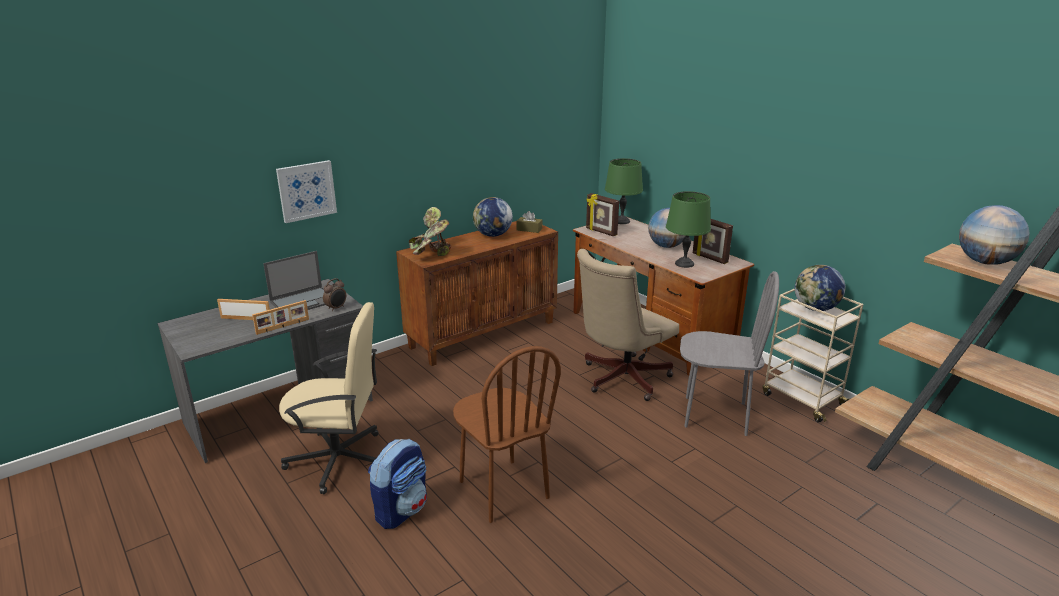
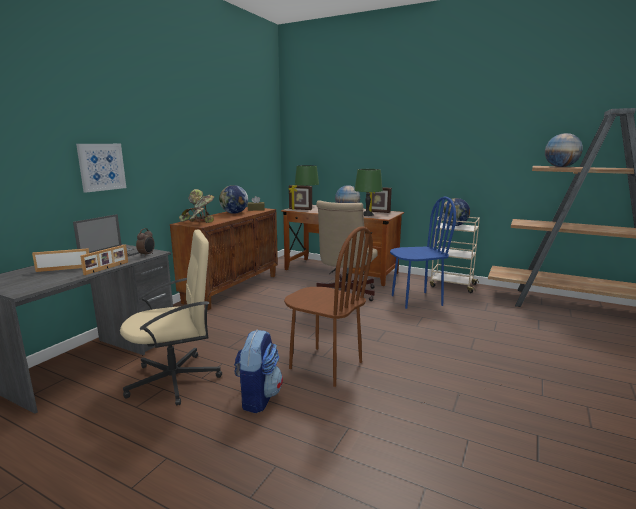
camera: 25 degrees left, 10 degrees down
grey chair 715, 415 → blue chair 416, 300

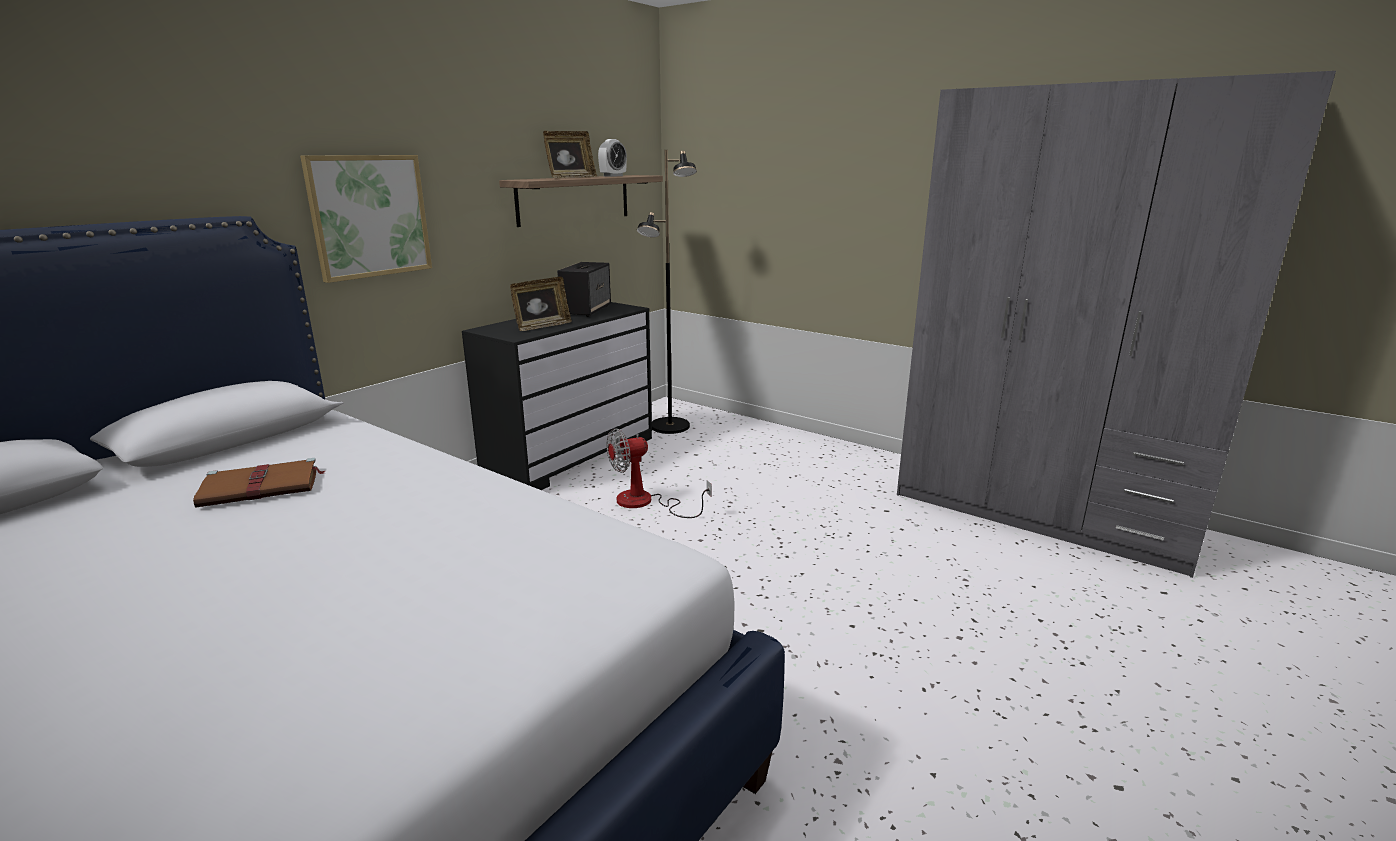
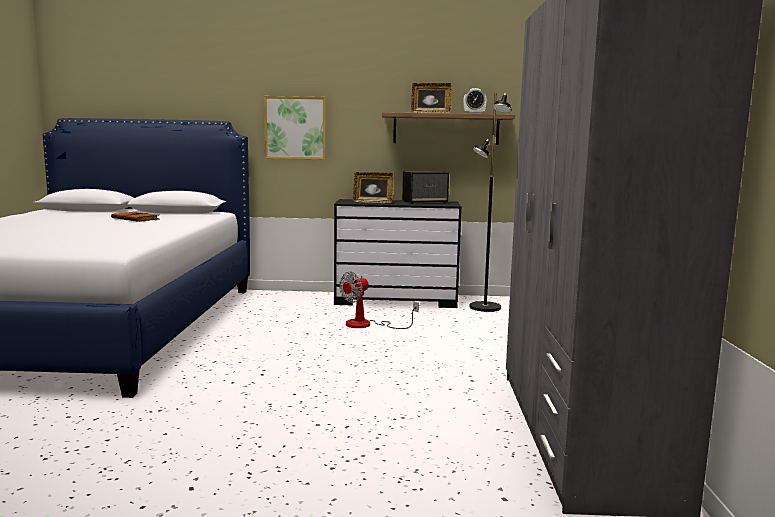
camera: 55 degrees right, 10 degrees down
fan 646, 503 → fan 367, 325, 75 degrees counterclockwise

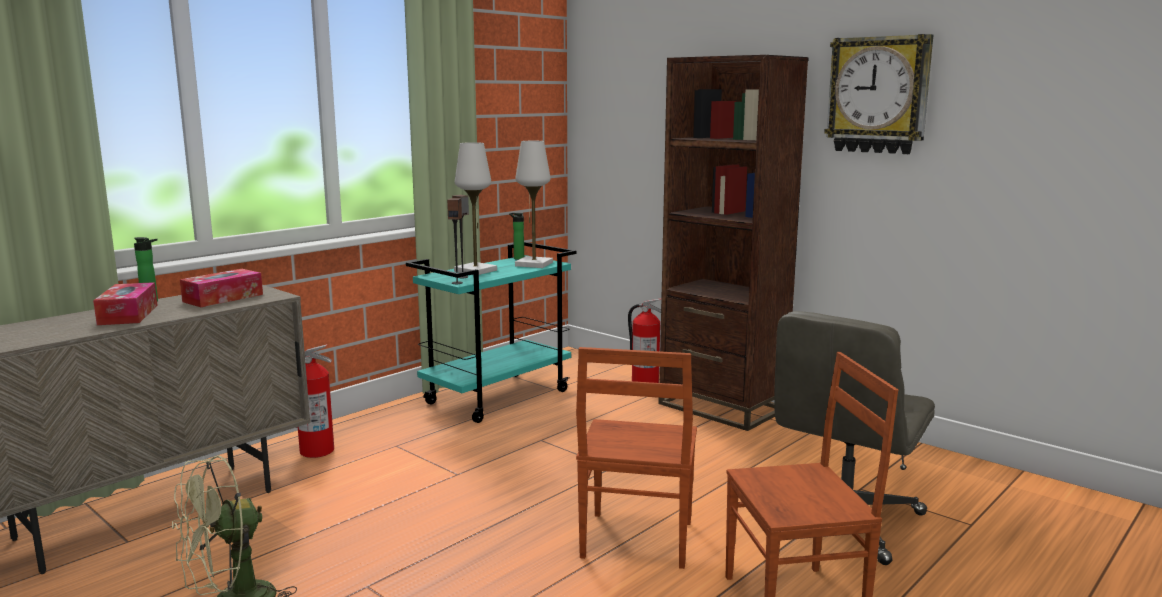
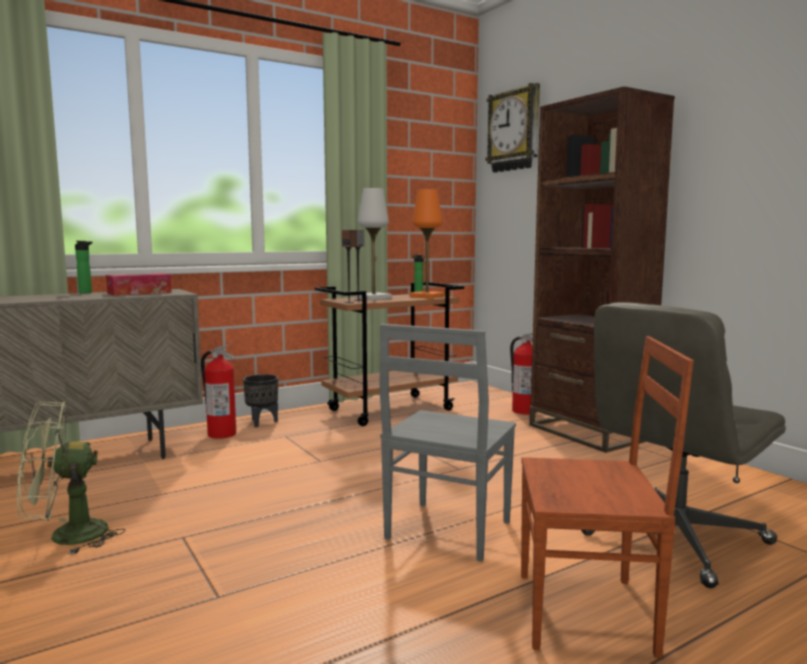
camera: 15 degrees right, 5 degrees down
tissue box 128, 314 → -
turquoise cart 498, 397 → brown cart 391, 410
white table lamp 533, 264 → orange table lamp 426, 296
brown chair 635, 541 → grey chair 446, 531
wall clock 878, 95 → wall clock 514, 130, relocated
- → black planter 262, 422

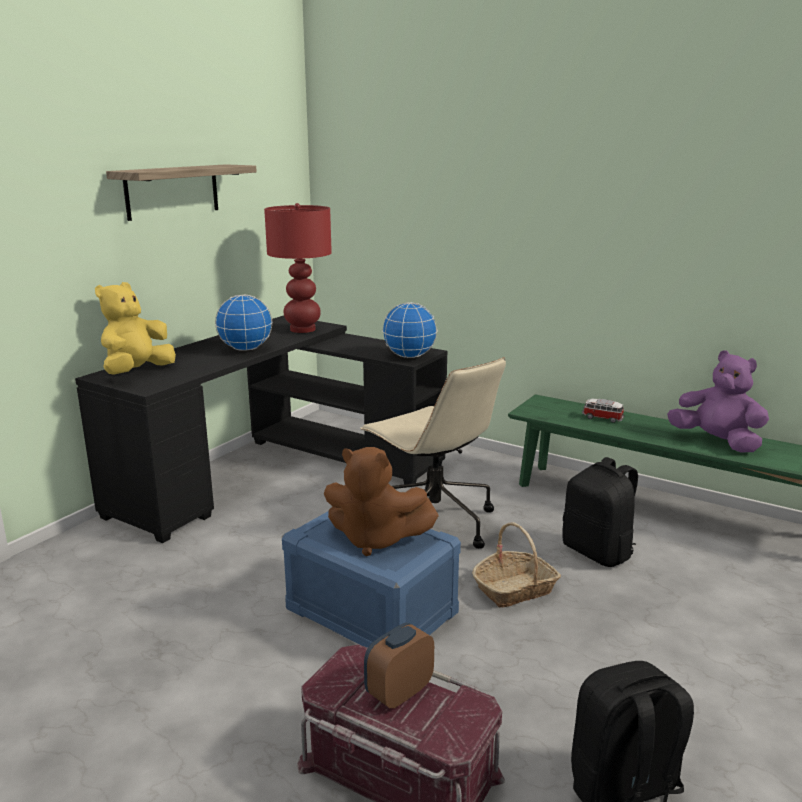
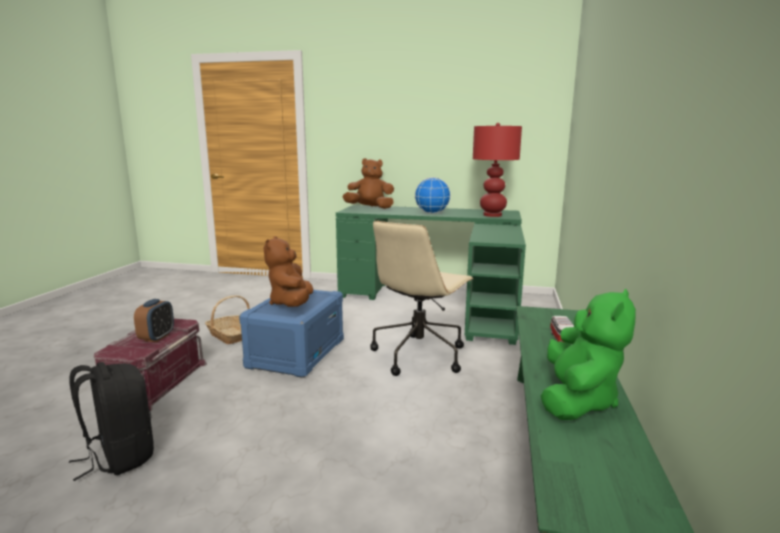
camera: 70 degrees right, 5 degrees down
black desk 276, 471 → green desk 442, 302
yellow plush toy 137, 372 → brown plush toy 370, 208
shelf 172, 191 → -
alarm clock 399, 692 → alarm clock 157, 337, 75 degrees clockwise
globe 409, 356 → -
basket 515, 589 → basket 231, 335, relocated
black backpack 598, 552 → -
purple plush toy 717, 442 → green plush toy 577, 400

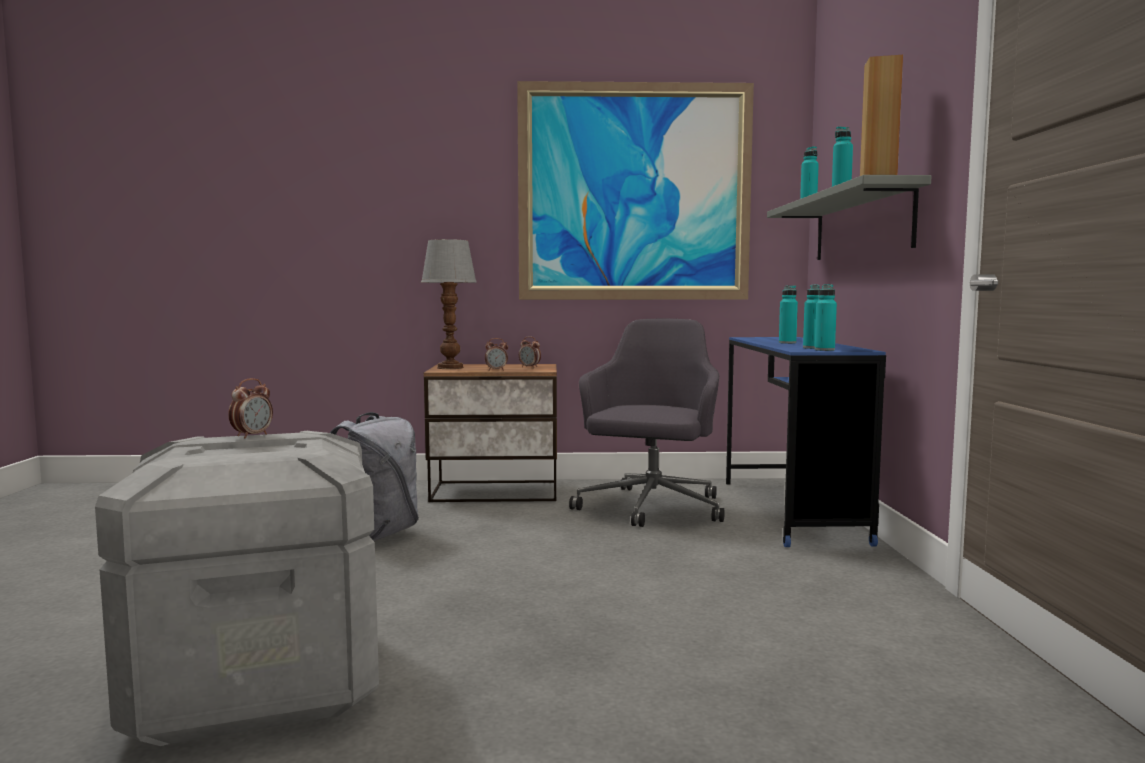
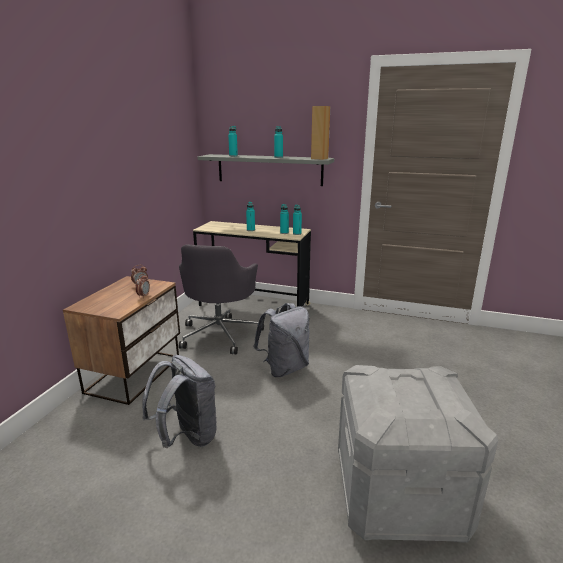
camera: 70 degrees left, 15 degrees up
alarm clock 252, 436 → -
table lamp 450, 367 → -
picture 634, 192 → -
grey office chair 651, 508 → grey office chair 220, 334, 120 degrees counterclockwise
blue desk 791, 510 → beige desk 254, 305
- → grey backpack 284, 368

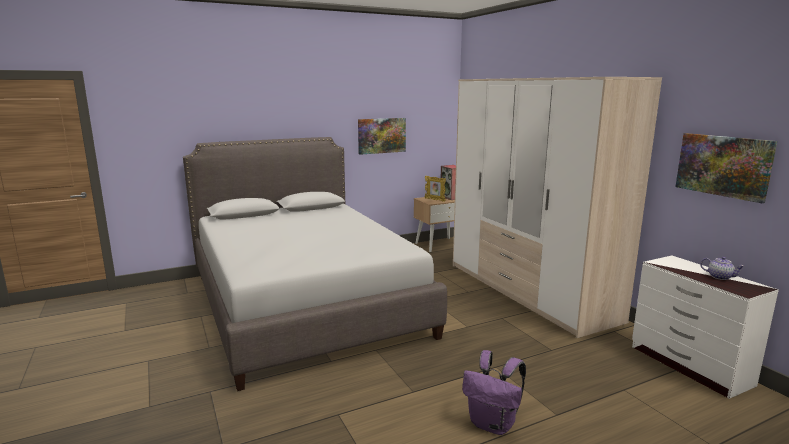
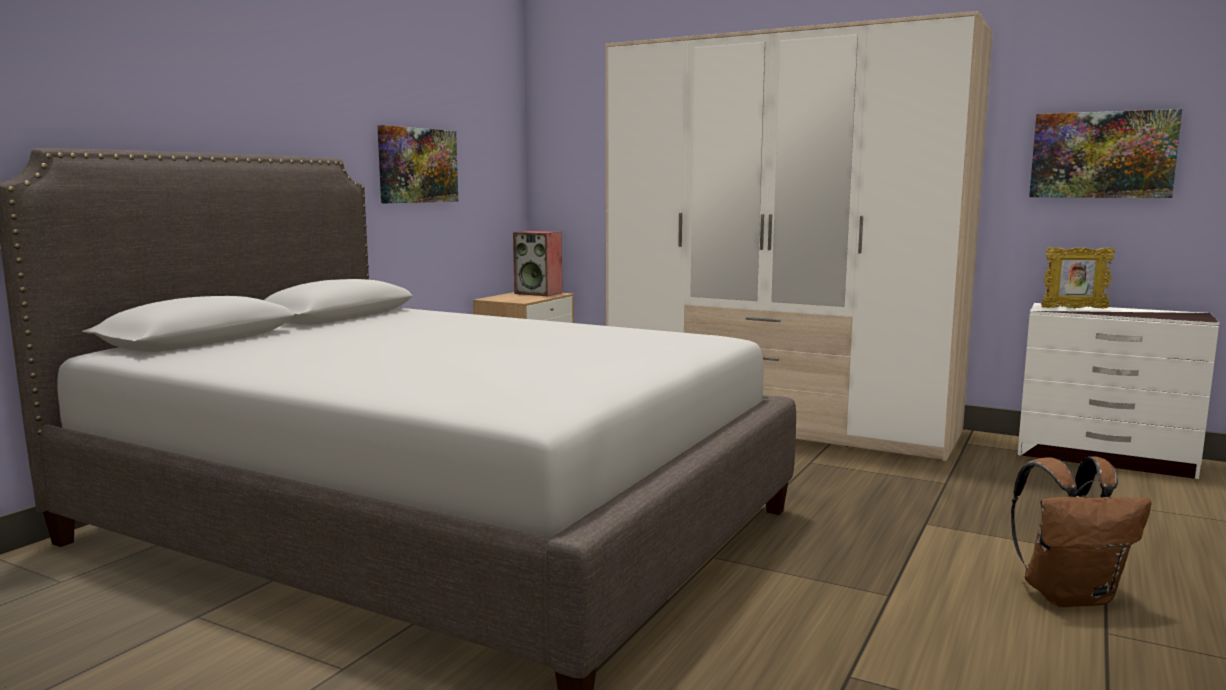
camera: 35 degrees left, 5 degrees down
picture frame 435, 200 → picture frame 1074, 308, relocated
purple backpack 493, 424 → brown backpack 1069, 595
teapot 720, 277 → -

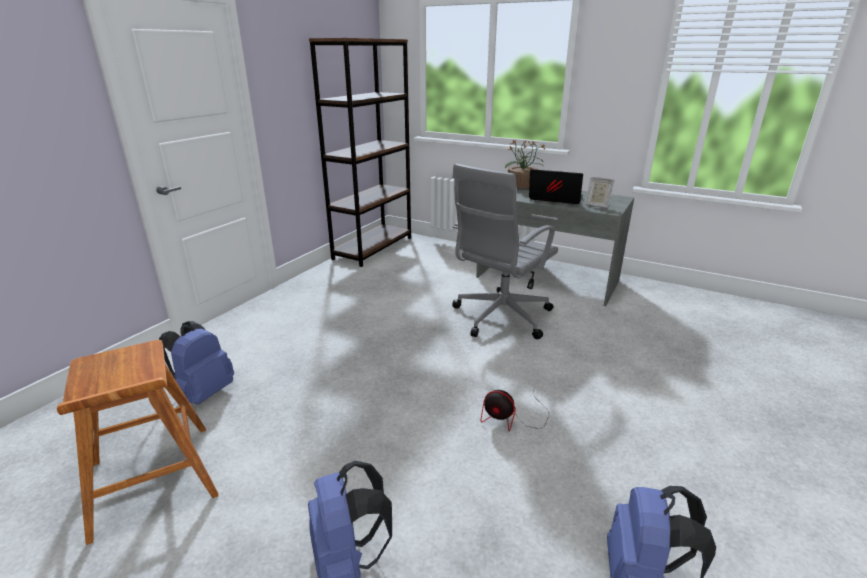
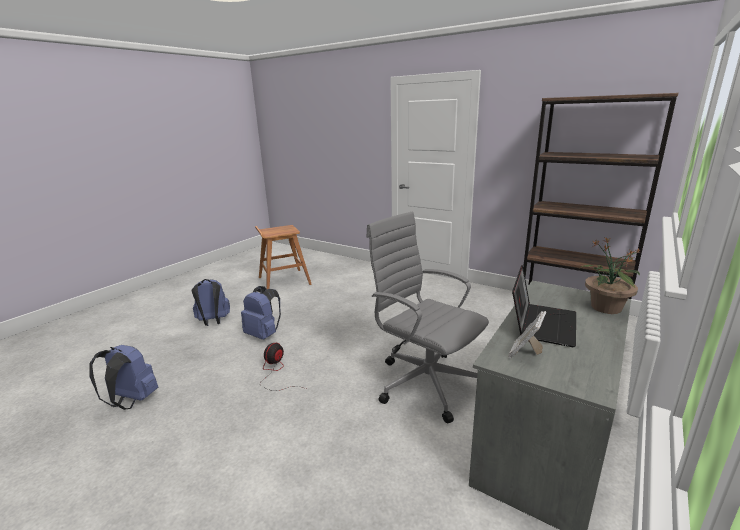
camera: 95 degrees right, 5 degrees down
blue backpack 204, 393 → blue backpack 264, 335, relocated

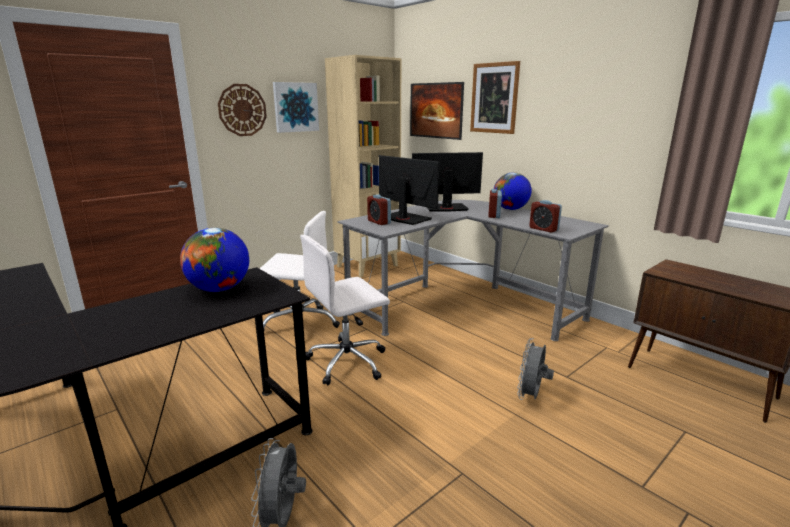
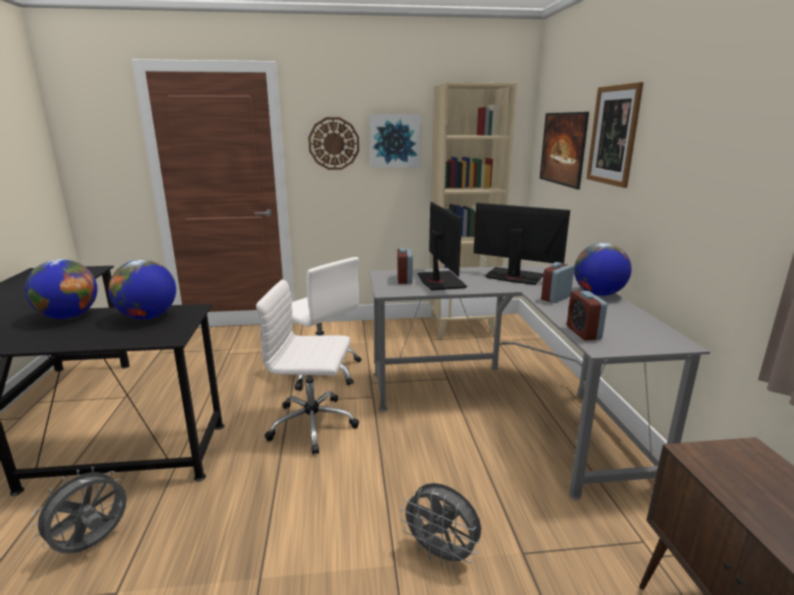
camera: 35 degrees right, 0 degrees up
grey fan 531, 396 → grey fan 441, 554, 120 degrees counterclockwise
- → globe 69, 316

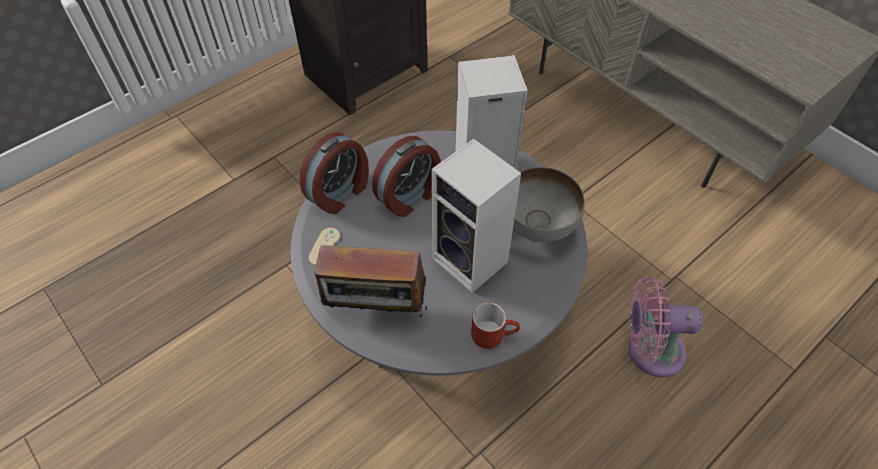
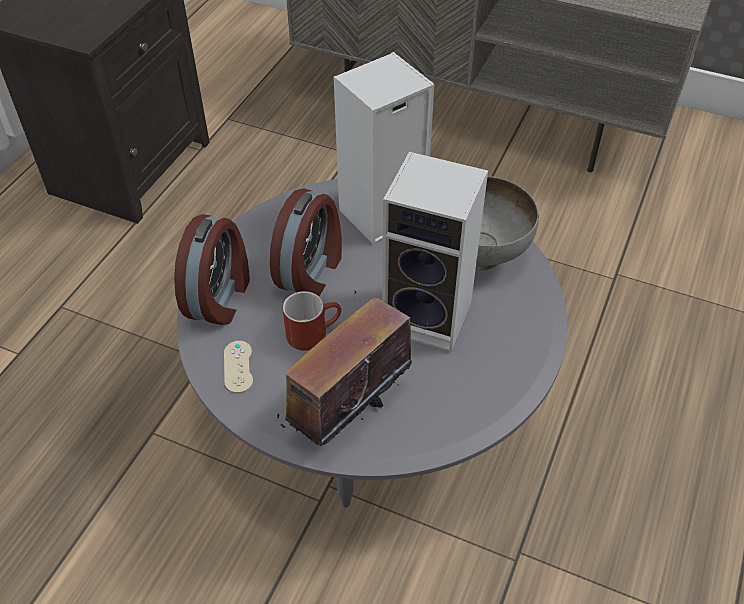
camera: 25 degrees left, 5 degrees down
radio 376, 308 → radio 348, 413, 150 degrees clockwise
red mug 494, 334 → red mug 313, 332, relocated
pink fan 649, 350 → -

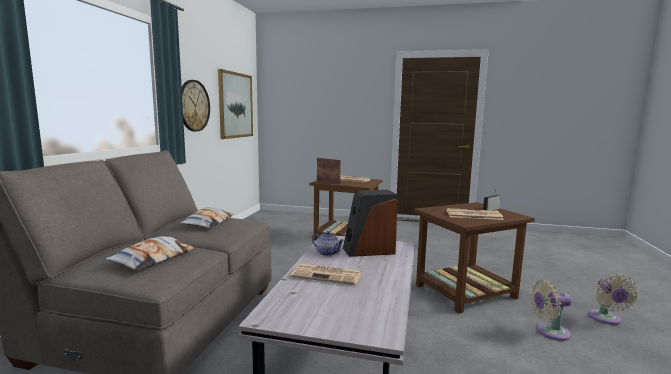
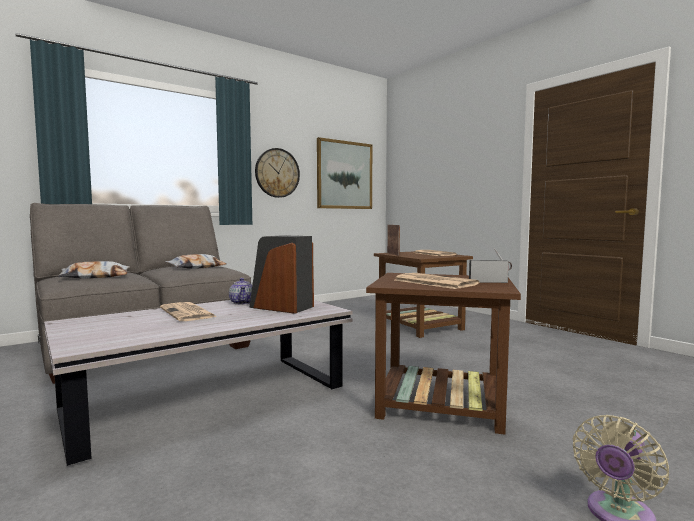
camera: 40 degrees right, 5 degrees down
beige fan 549, 332 → -

